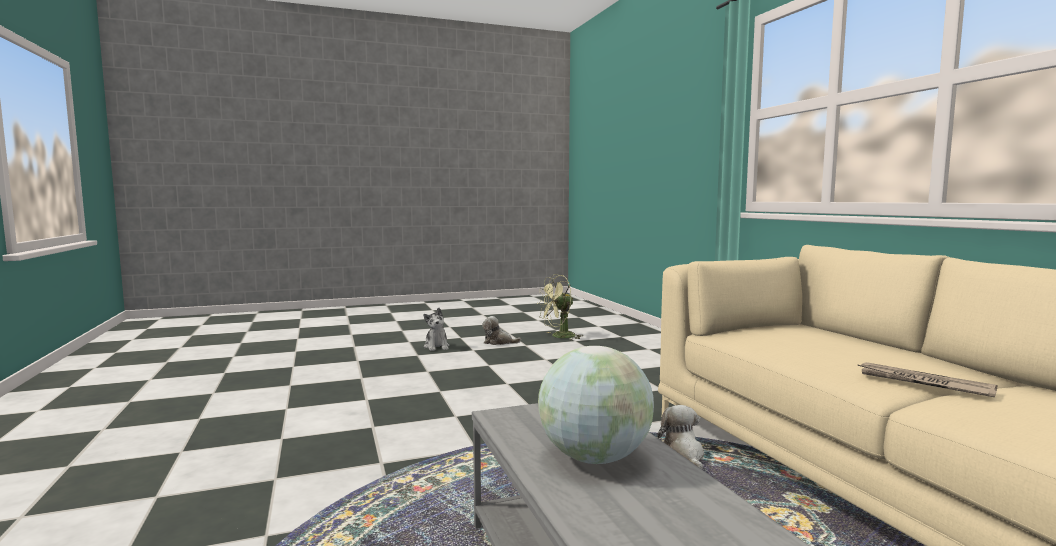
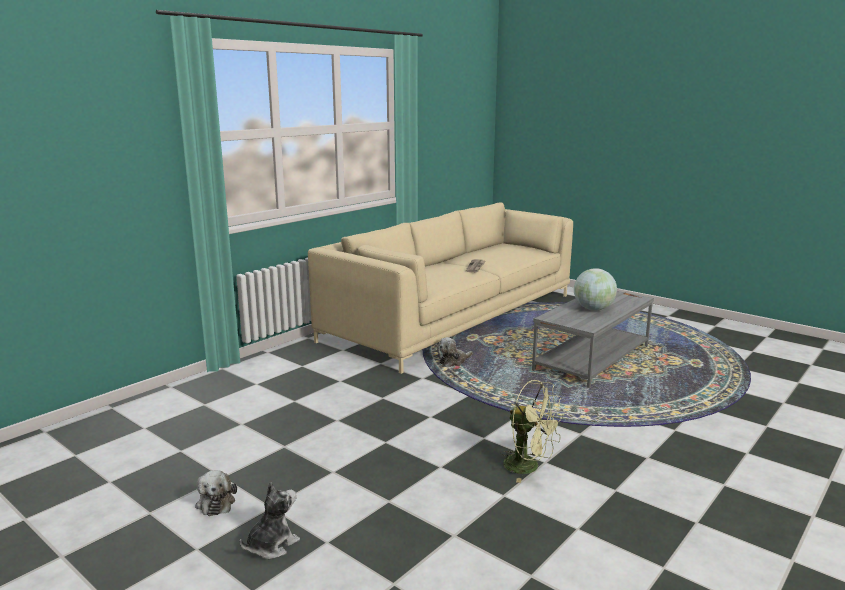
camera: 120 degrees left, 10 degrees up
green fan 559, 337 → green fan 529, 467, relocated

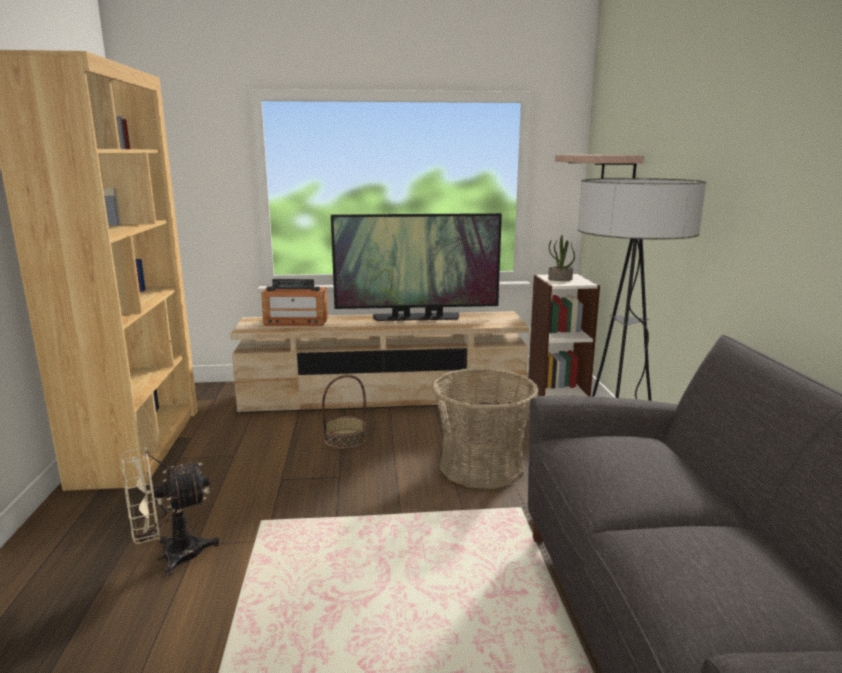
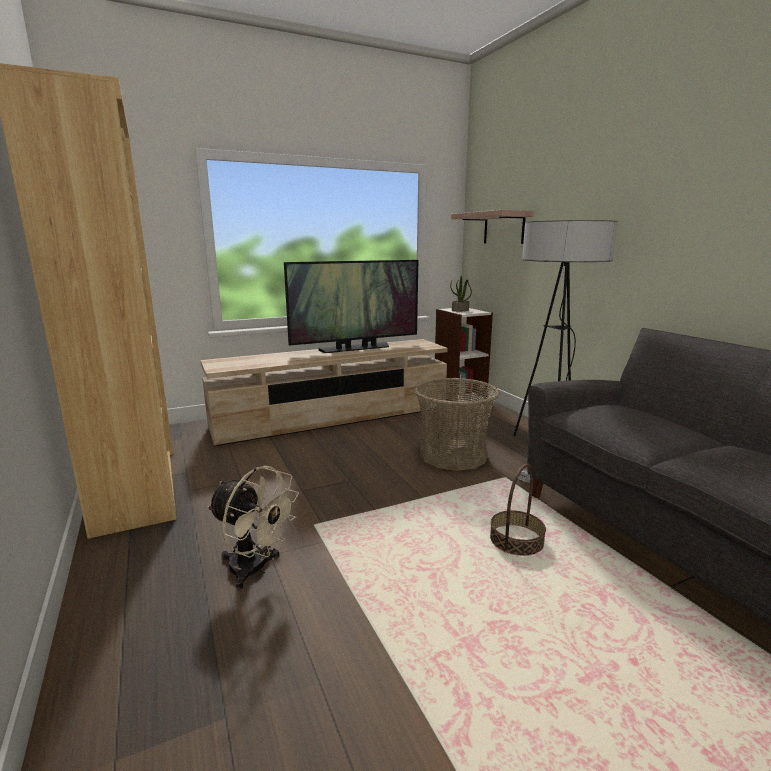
camera: 20 degrees left, 0 degrees up
beige fan 171, 556 → beige fan 255, 570, 105 degrees counterclockwise
radio 296, 321 → -
basket 345, 439 → basket 516, 541, relocated

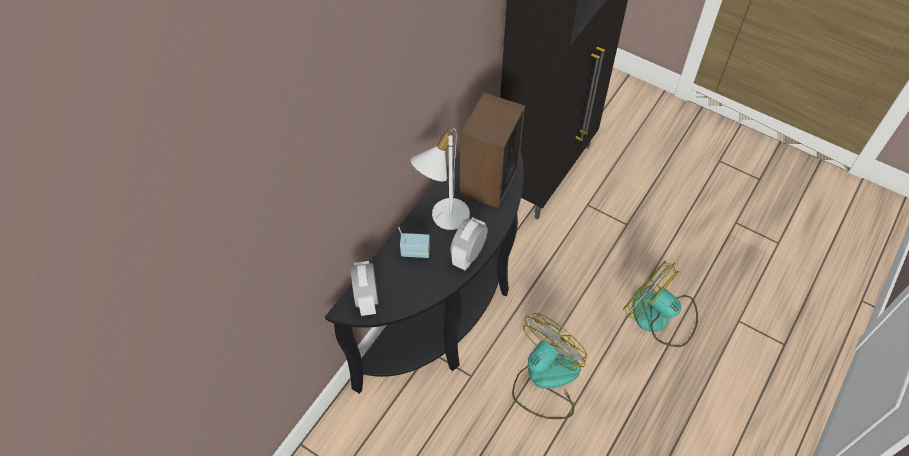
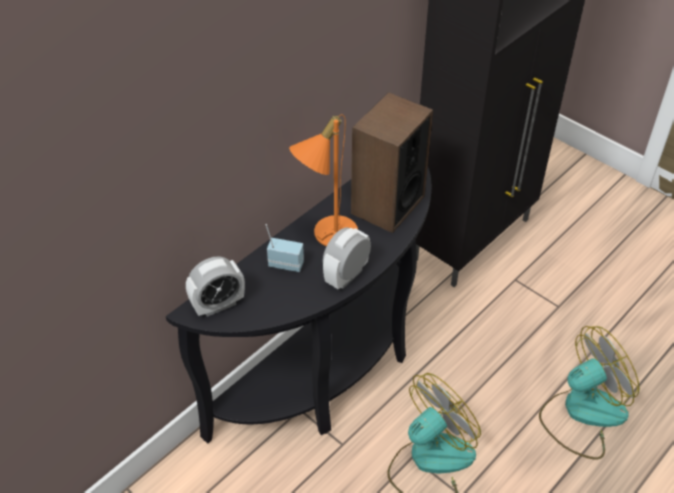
camera: 10 degrees right, 10 degrees down
alarm clock 367, 299 → alarm clock 218, 305, 120 degrees counterclockwise
white table lamp 443, 216 → orange table lamp 327, 233
fan 659, 317 → fan 582, 413, 105 degrees clockwise

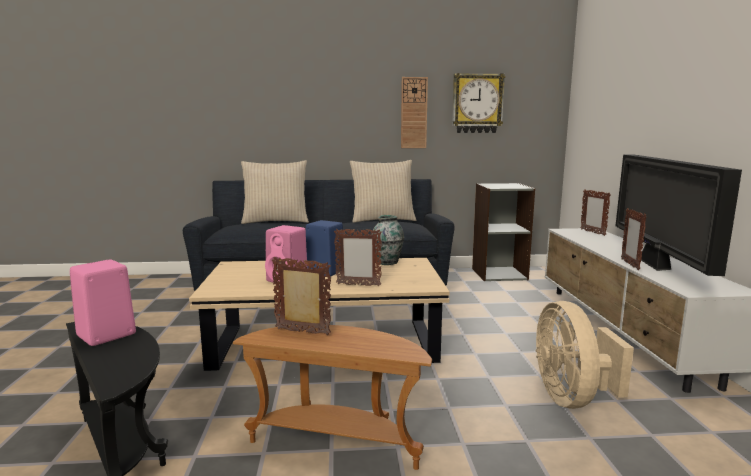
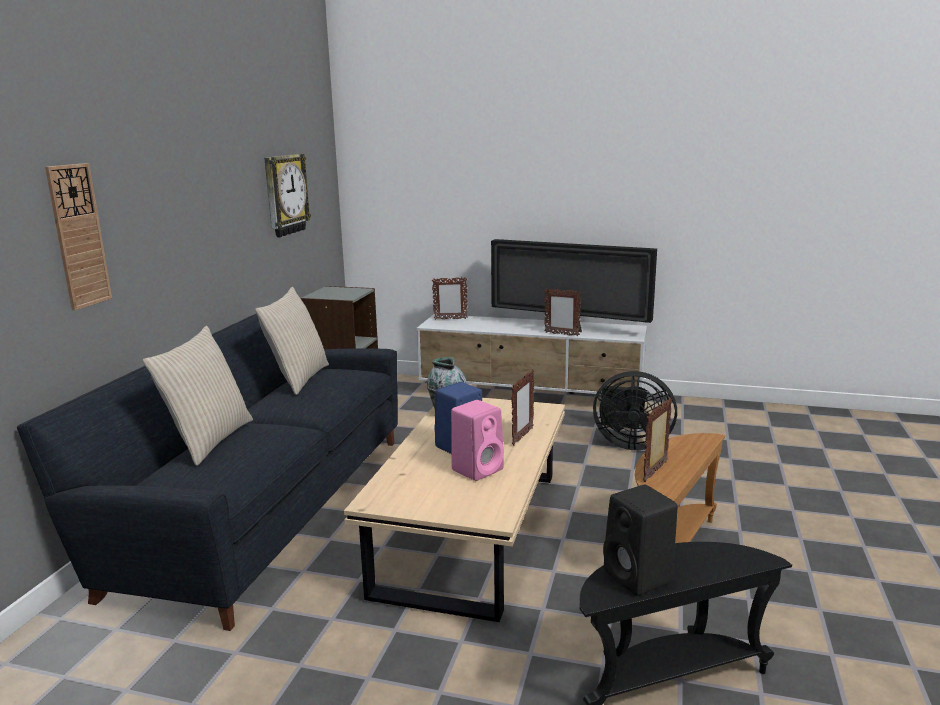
camera: 70 degrees left, 5 degrees up
pink speaker 104, 335 → black speaker 640, 578
wall clock 414, 113 → wall clock 78, 236, relocated
beige fan 572, 398 → black fan 630, 443

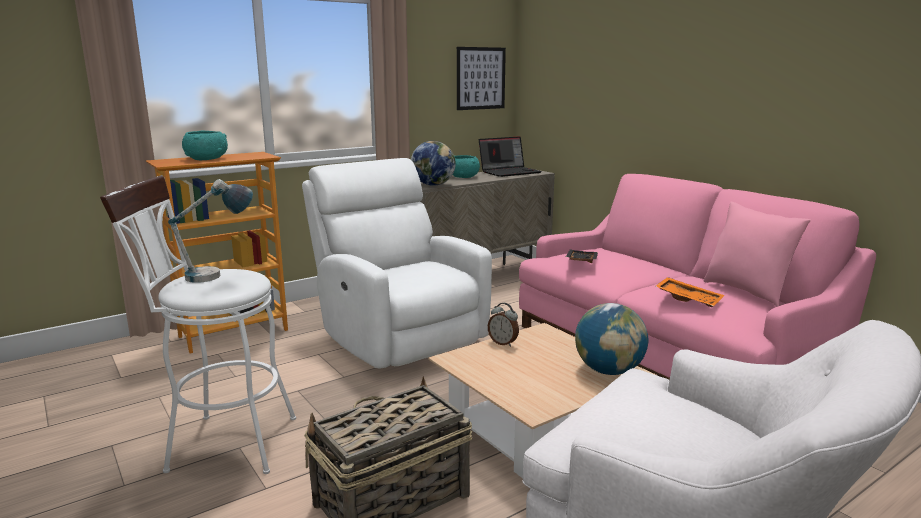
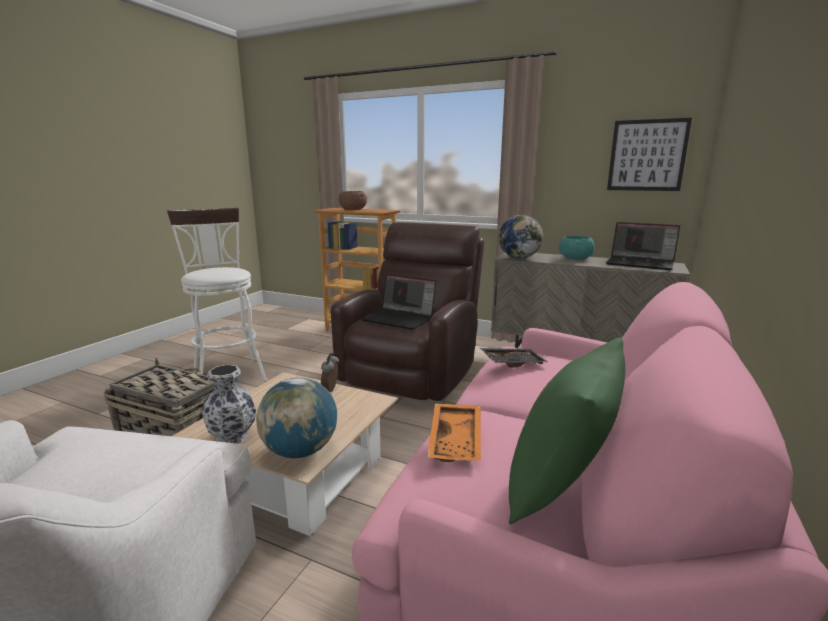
camera: 60 degrees right, 0 degrees up
table lamp 218, 276 → -
turquoise bowl 206, 159 → brown bowl 353, 209
white armchair 399, 336 → brown armchair 413, 373
pink pillow 747, 291 → green pillow 560, 488
- → vase 232, 437
- → laptop 400, 319

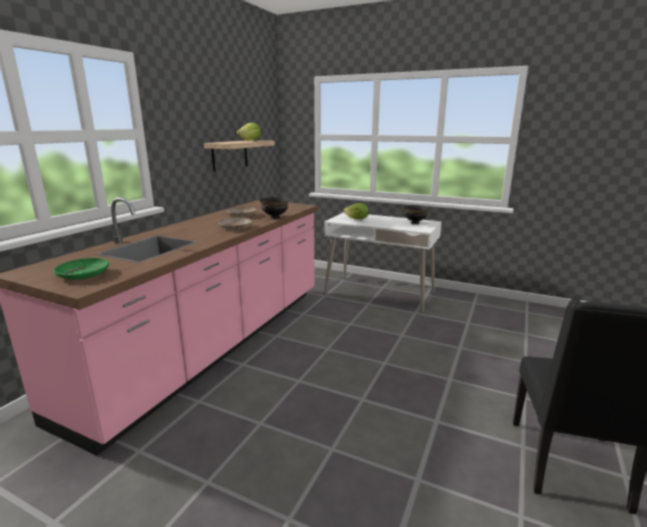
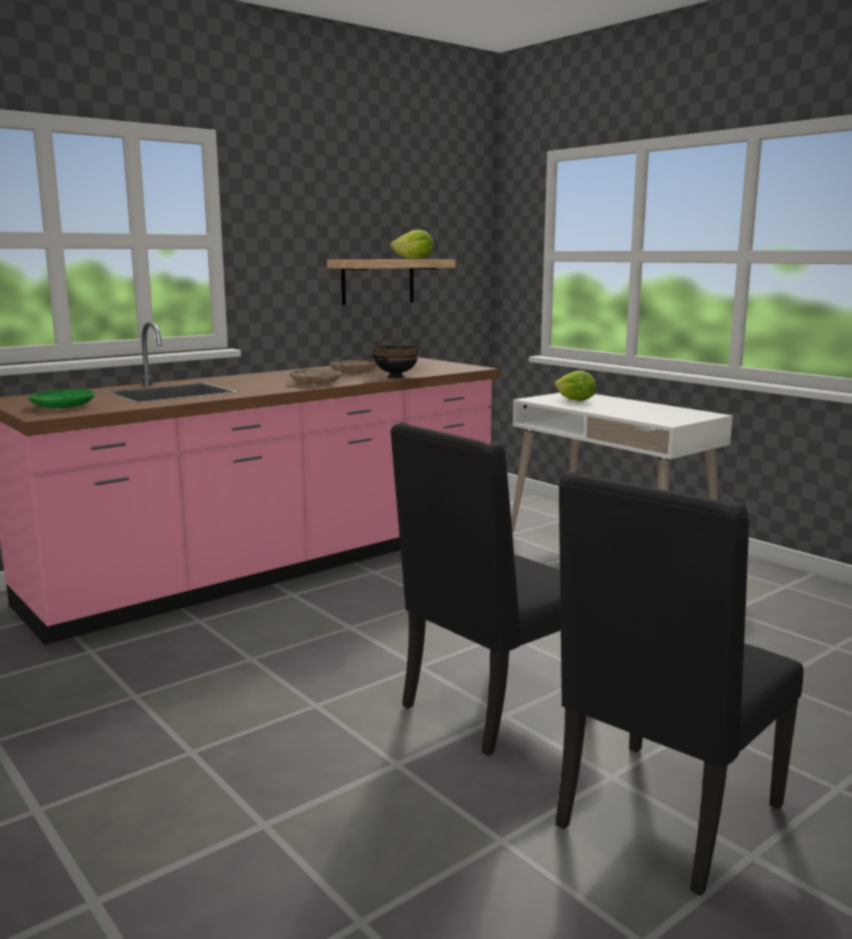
camera: 25 degrees right, 5 degrees down
black bowl 414, 222 → -
- → black chair 493, 707

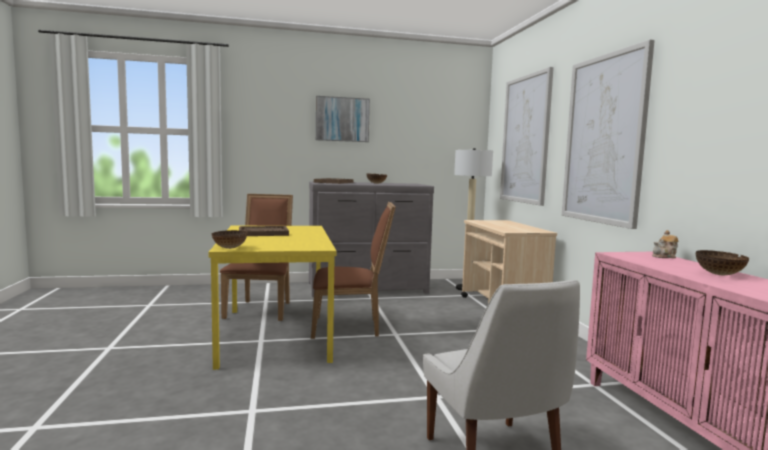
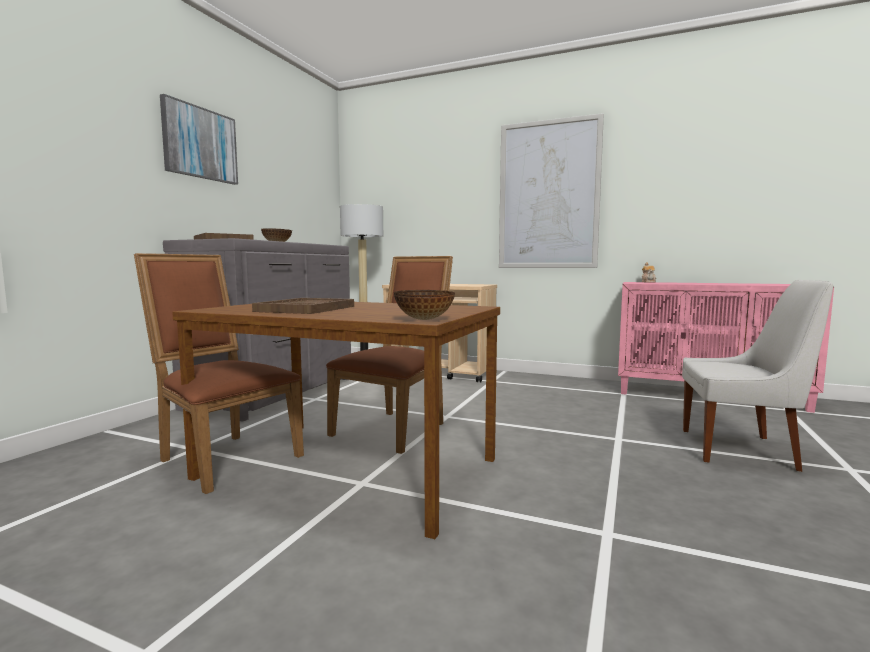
camera: 55 degrees left, 0 degrees up
yellow dining table 276, 333 → brown dining table 351, 468
picture 525, 139 → -
bowl 719, 274 → -

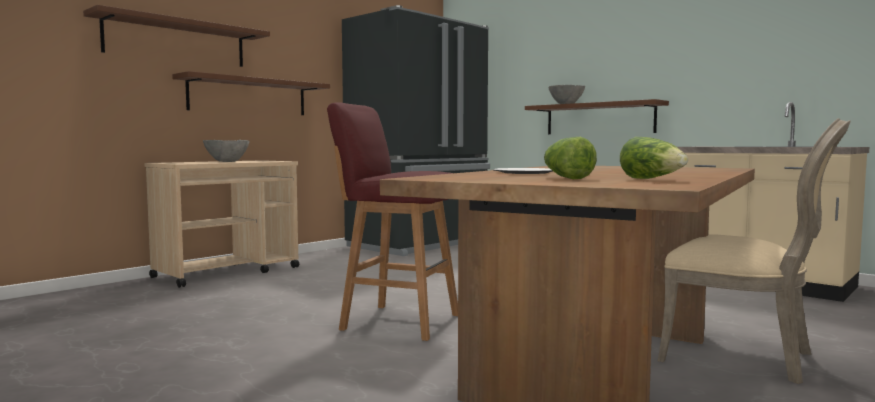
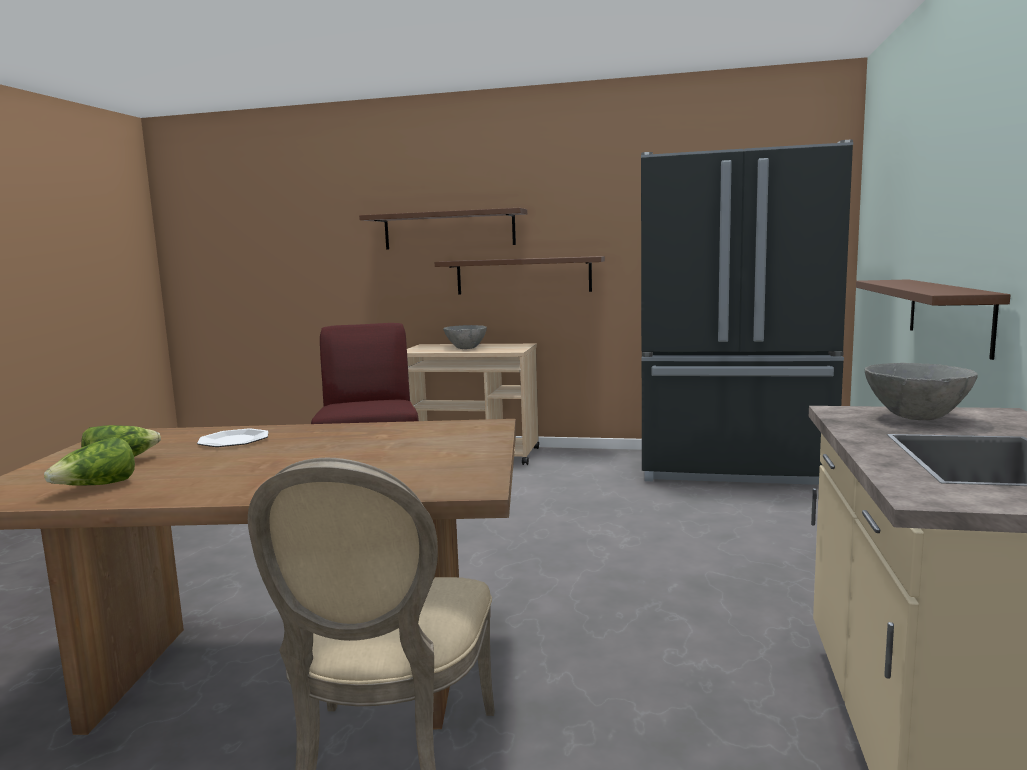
camera: 60 degrees right, 5 degrees up
grey bowl 566, 104 → grey bowl 916, 417, relocated

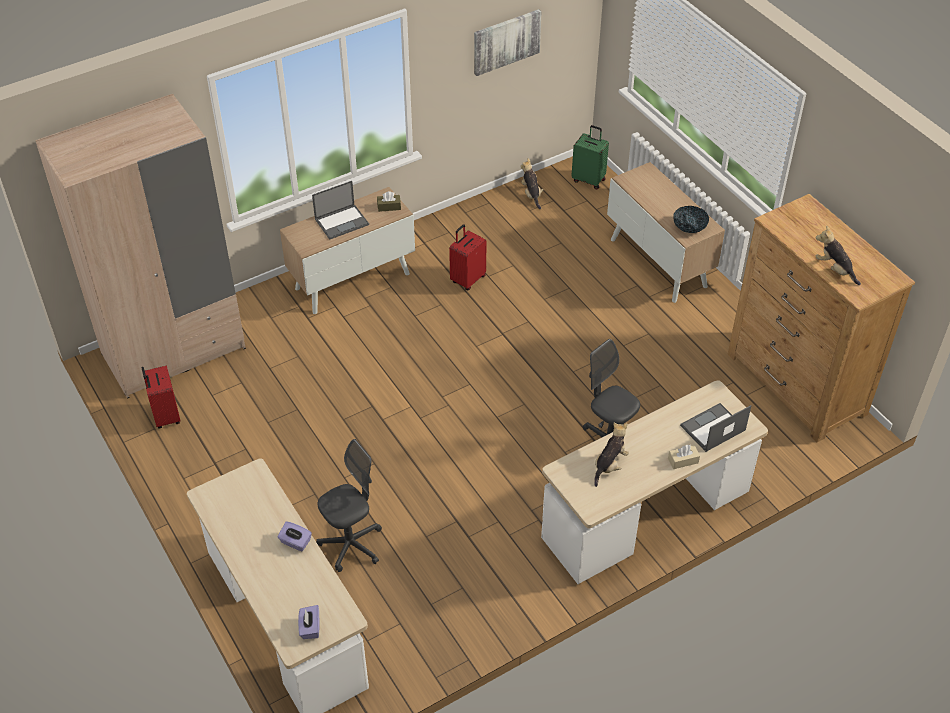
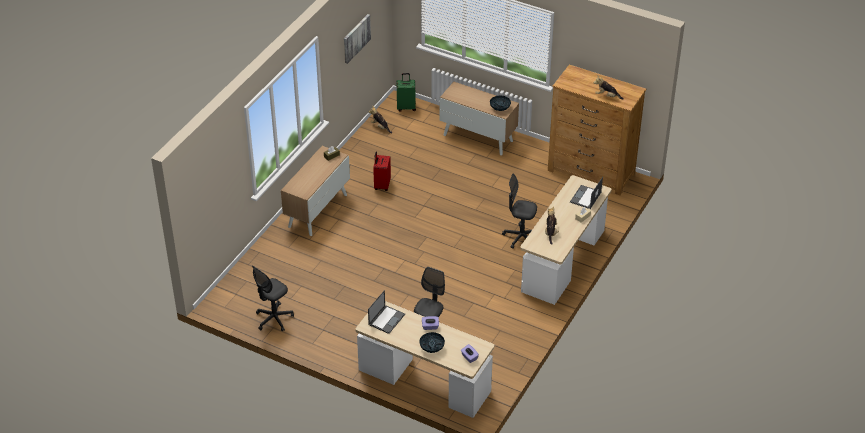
camera: 30 degrees left, 5 degrees down
beige wardrobe 174, 351 → -
red suitcase 165, 416 → grey office chair 274, 319
laptop 342, 221 → laptop 386, 319, relocated
- → bowl 432, 347

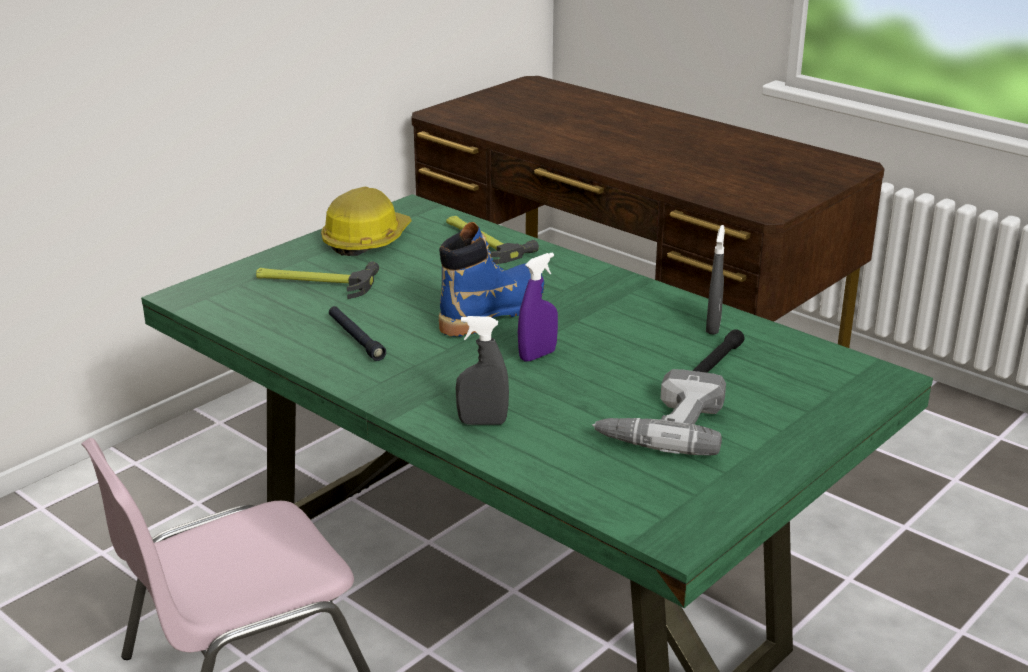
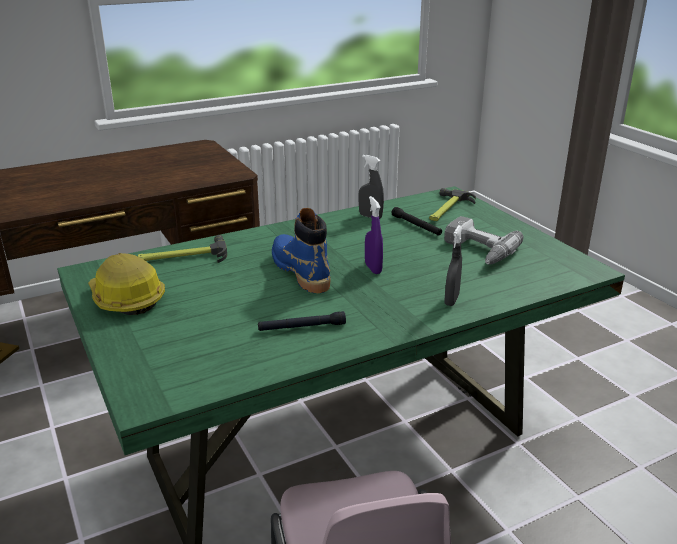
camera: 70 degrees left, 0 degrees up
hammer 314, 282 → hammer 446, 209, relocated

